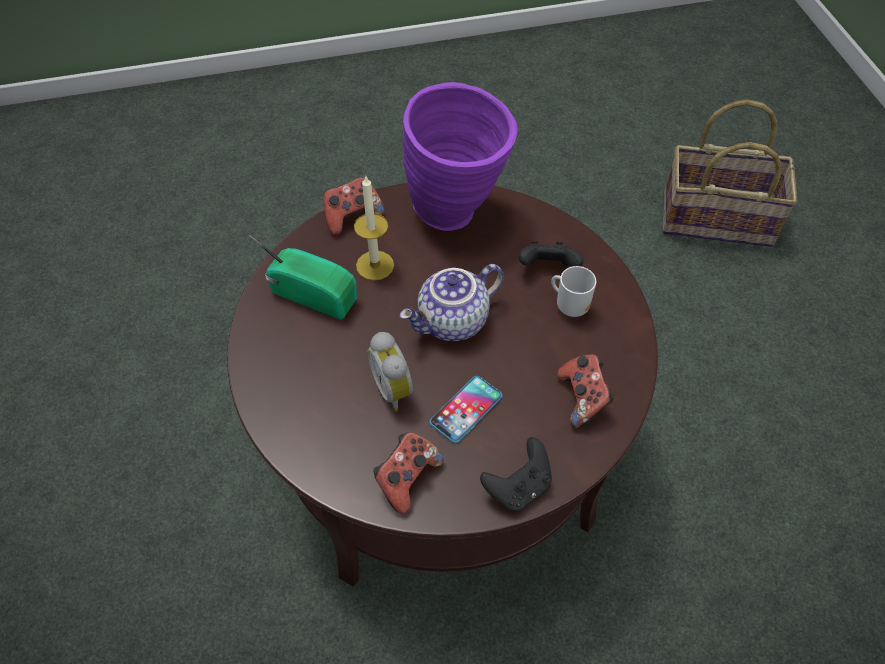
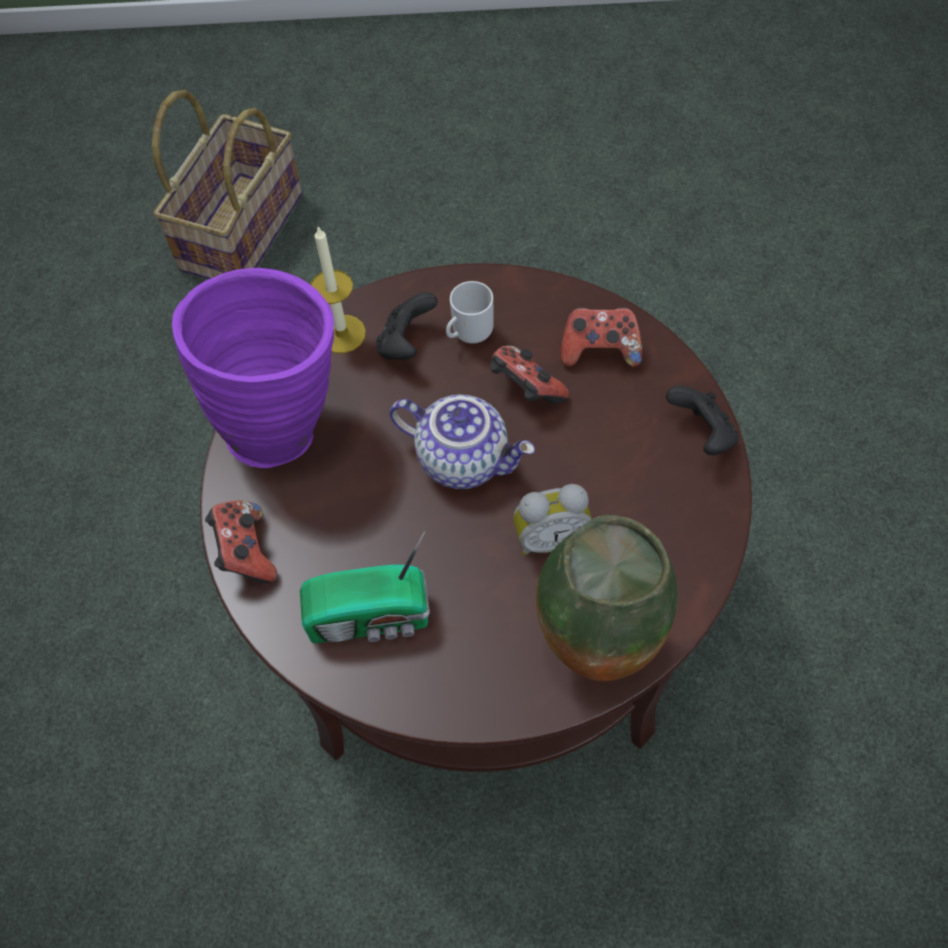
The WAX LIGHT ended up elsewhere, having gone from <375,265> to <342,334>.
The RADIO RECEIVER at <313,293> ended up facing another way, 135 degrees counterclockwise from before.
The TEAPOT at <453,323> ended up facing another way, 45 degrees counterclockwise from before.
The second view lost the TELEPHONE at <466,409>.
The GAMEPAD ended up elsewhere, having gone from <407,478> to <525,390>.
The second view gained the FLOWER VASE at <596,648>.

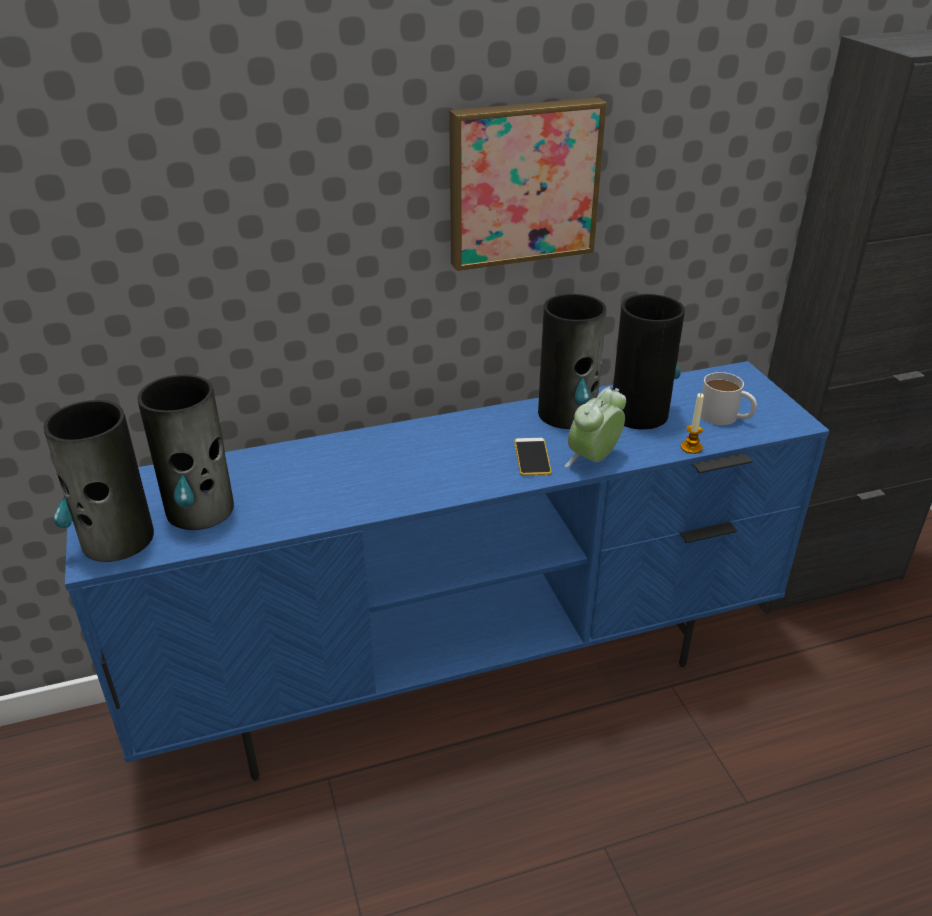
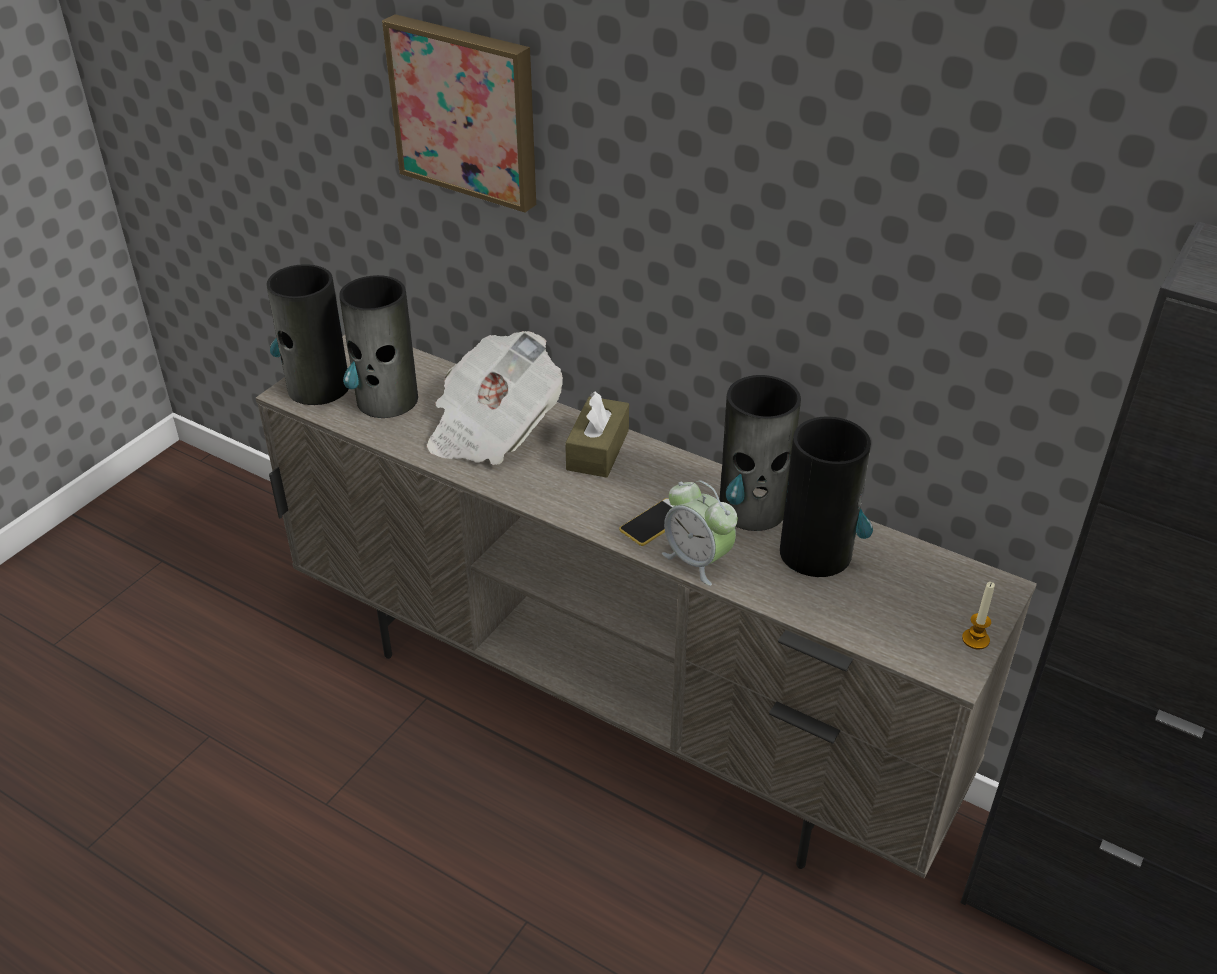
The WALL ART ended up elsewhere, having gone from <522,182> to <466,110>.
What was the BLUE-COLOURED TV UNIT at <467,674> turned into the BEIGE-COLOURED TV UNIT at <615,713>.
The second view lost the WHITE COFFEE MUG at <725,417>.
The ALARM CLOCK at <593,459> ended up facing another way, 135 degrees counterclockwise from before.
The WAX LIGHT ended up elsewhere, having gone from <691,447> to <975,639>.
The second view gained the PRINTED PAPER at <492,429>.
The second view gained the BROWNISH BOX OF TISSUES at <598,450>.

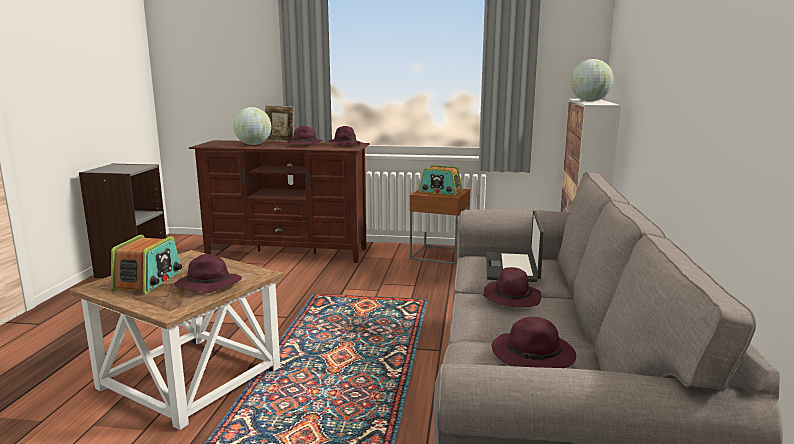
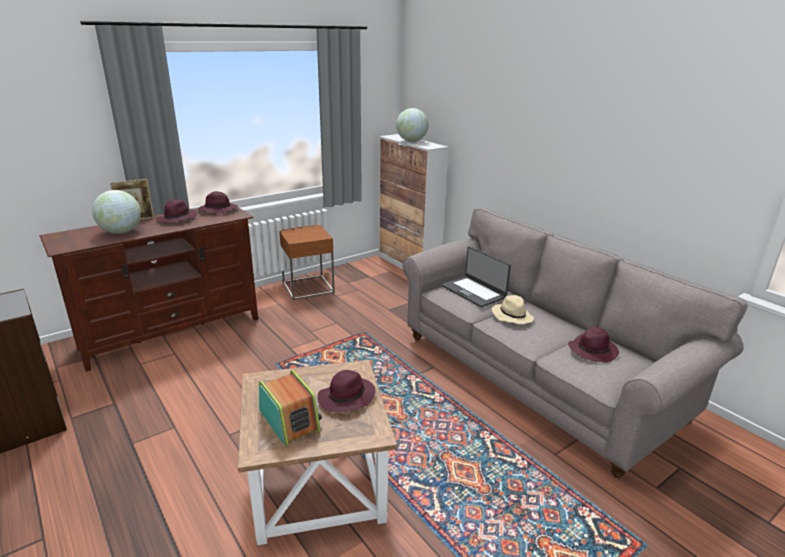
The second view lost the RADIO RECEIVER at <440,191>.
What was the PURPLISH WEARABLE HAT at <511,298> turned into the BEIGE-COLOURED WEARABLE HAT at <511,316>.

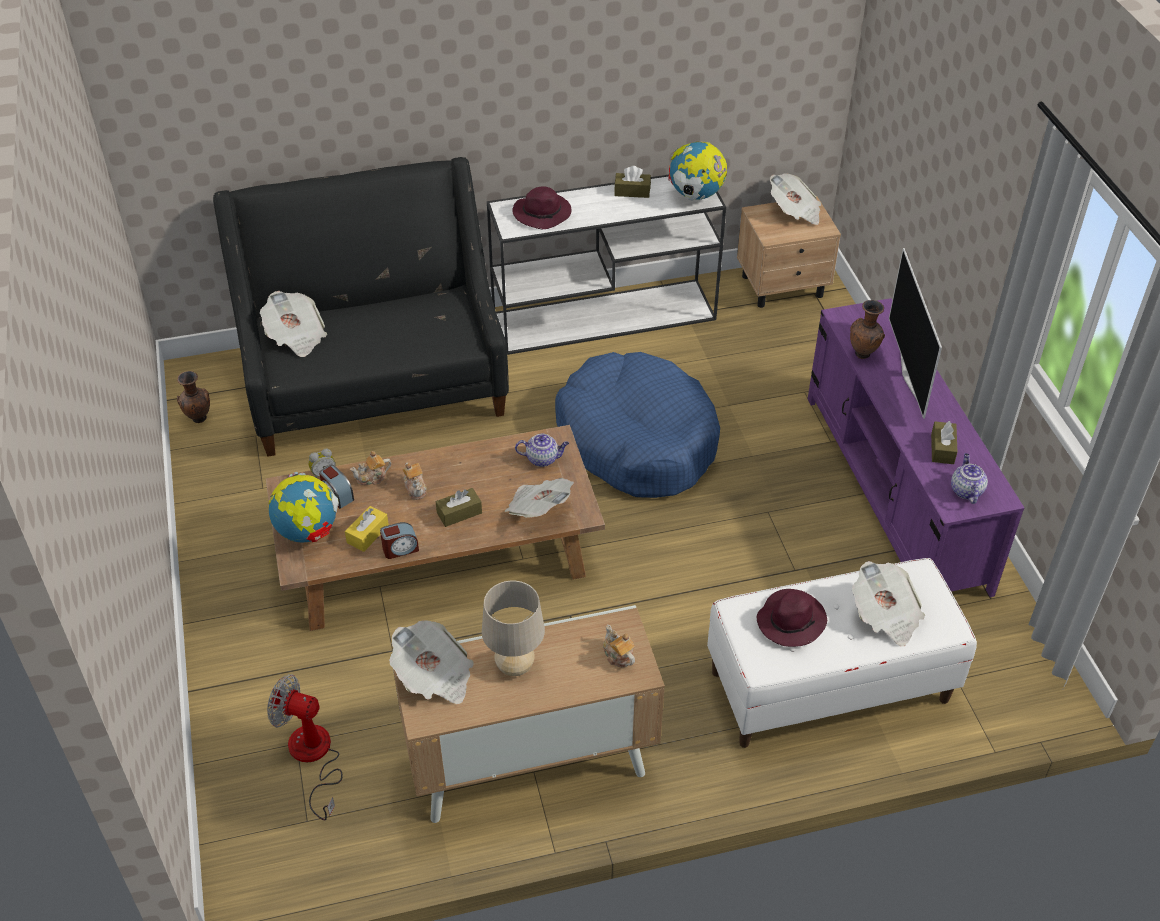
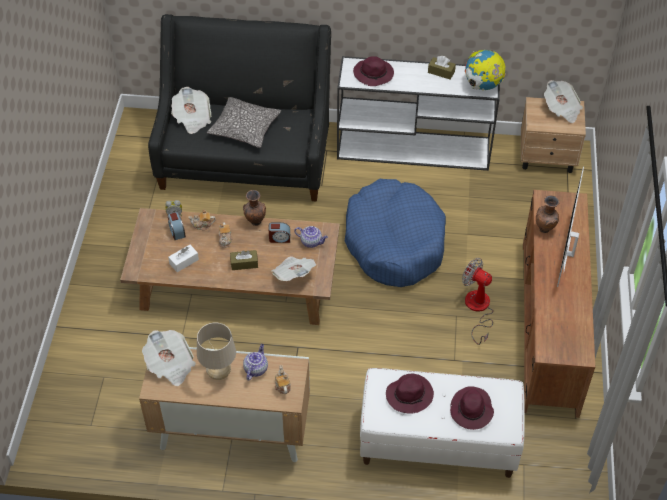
What was the PURPLISH TV UNIT at <895,492> turned into the BROWNISH TV UNIT at <549,327>.
The BROWNISH FLOWER VASE ended up elsewhere, having gone from <198,419> to <255,222>.
The second view lost the BROWNISH BOX OF TISSUES at <942,449>.
The TEAPOT ended up elsewhere, having gone from <965,490> to <256,369>.
The second view lost the WORLD GLOBE at <308,532>.
What was the YELLOW-COLOURED BOX OF TISSUES at <367,534> turned into the WHITE BOX OF TISSUES at <184,261>.
The ALARM CLOCK ended up elsewhere, having gone from <400,549> to <279,238>.
Where the PRINTED PAPER stood at <885,616>, the PURPLISH WEARABLE HAT came to stand at <471,410>.
The ELECTRIC FAN ended up elsewhere, having gone from <313,758> to <478,309>.
The second view gained the CUSHION at <245,128>.

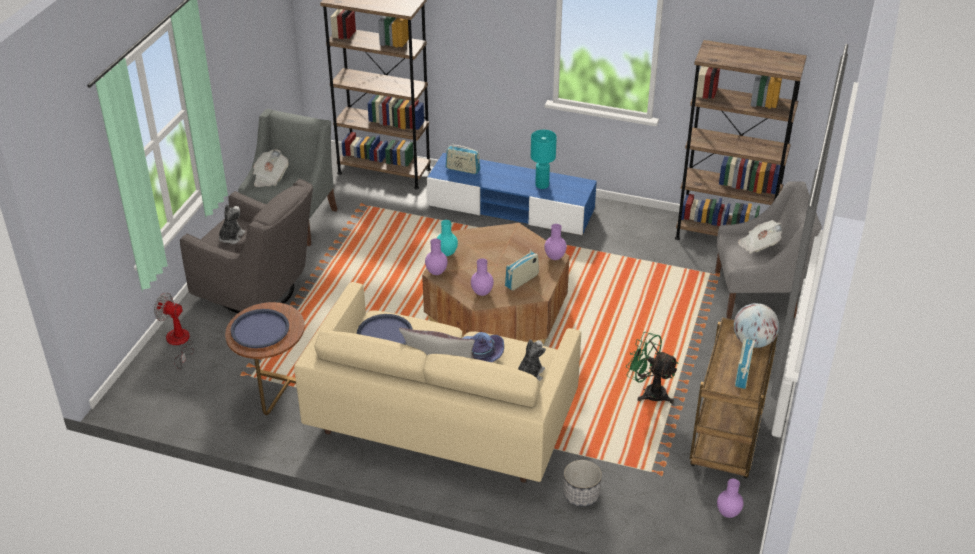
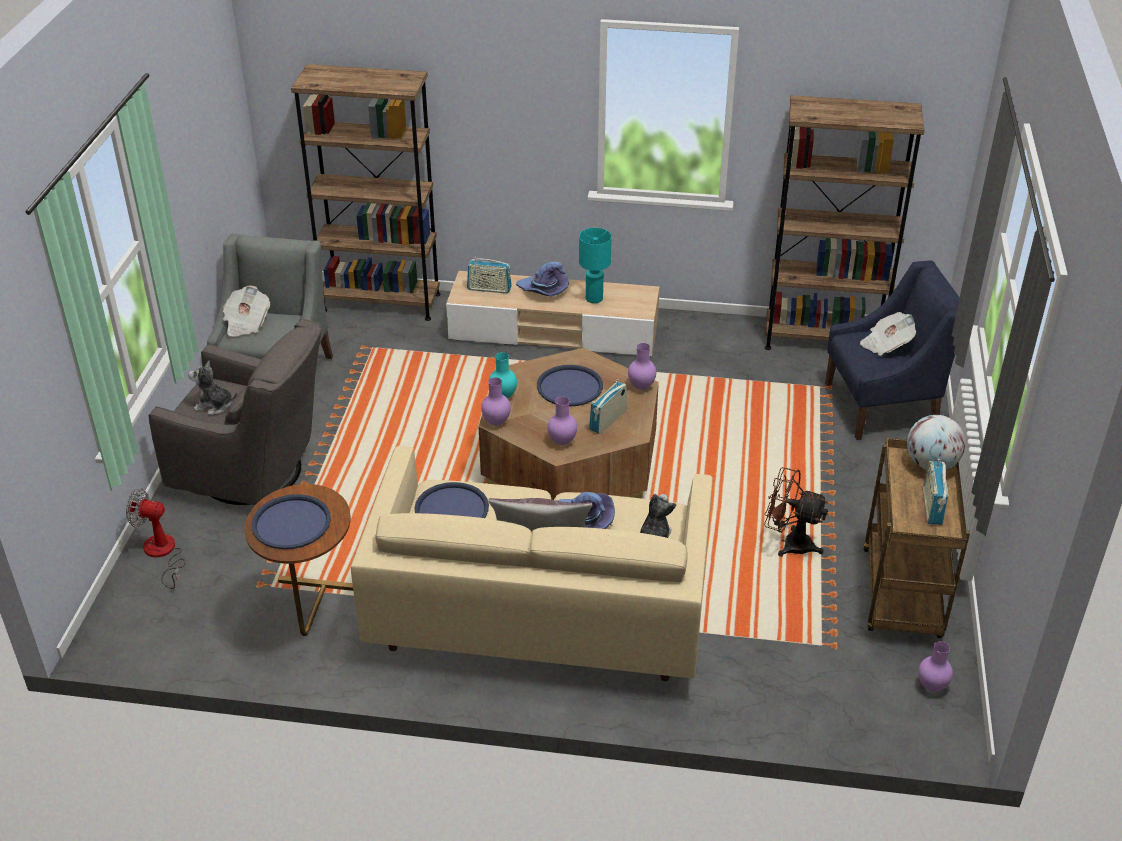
What was the BLUE-COLOURED TV UNIT at <511,208> turned into the BEIGE-COLOURED TV UNIT at <553,332>.
What was the GRAY LOUNGE CHAIR at <757,294> turned into the BLUE-COLOURED LOUNGE CHAIR at <883,406>.
The PLUSH TOY at <231,237> ended up facing another way, 90 degrees counterclockwise from before.
What was the GREEN-COLOURED ELECTRIC FAN at <649,392> turned into the BROWNISH ELECTRIC FAN at <789,543>.
The second view lost the FLOWER POT at <581,495>.
The second view gained the PURPLISH WEARABLE HAT at <544,290>.
The second view gained the BLUE-COLOURED TRAY at <569,387>.

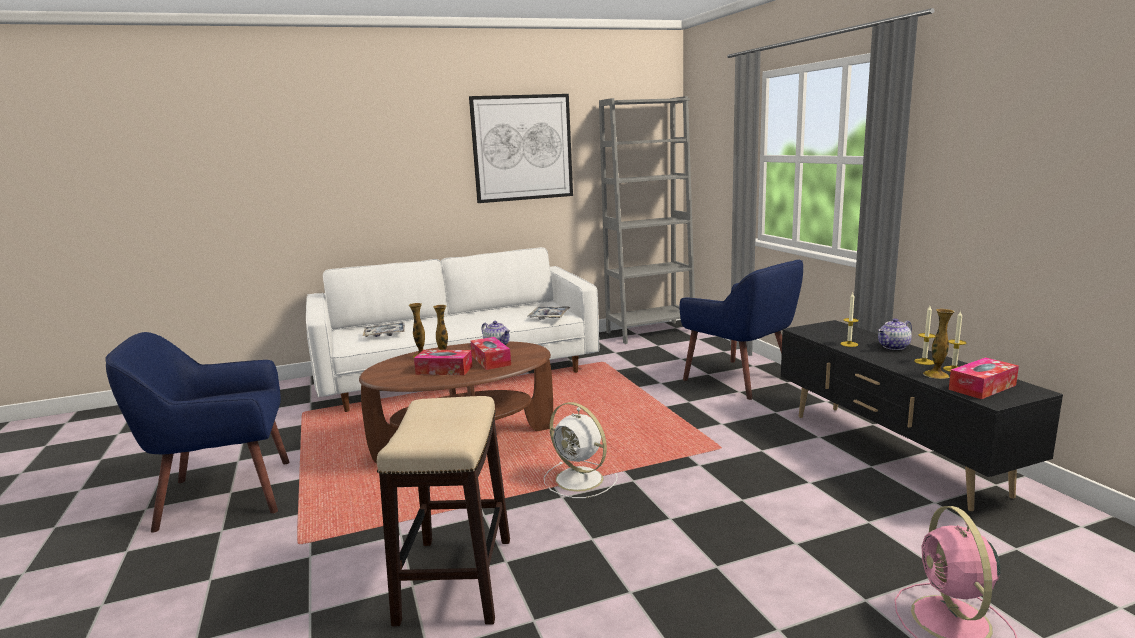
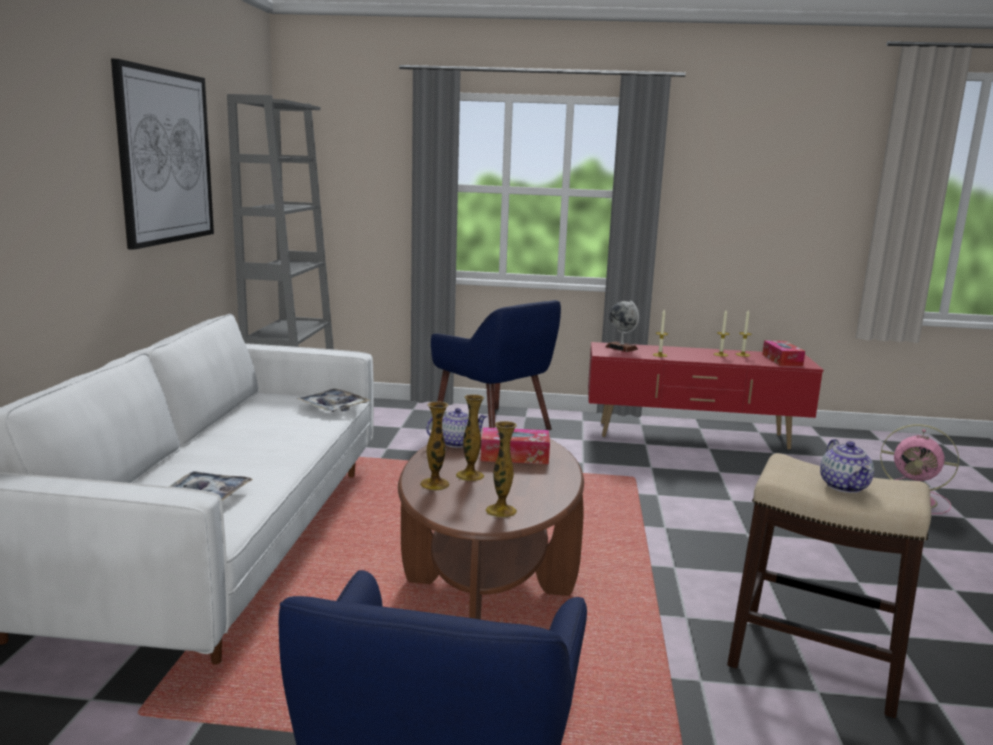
The BLUE-COLOURED LOUNGE CHAIR at <740,379> ended up facing another way, 60 degrees clockwise from before.
The FLOWER VASE ended up elsewhere, having gone from <936,375> to <501,511>.
The TEAPOT ended up elsewhere, having gone from <893,347> to <845,486>.
What was the BLACK-COLOURED TV UNIT at <891,453> turned into the RED-COLOURED TV UNIT at <693,436>.
The second view lost the BOX OF TISSUES at <444,370>.
The second view lost the WHITE ELECTRIC FAN at <581,480>.
The second view gained the WORLD GLOBE at <621,348>.

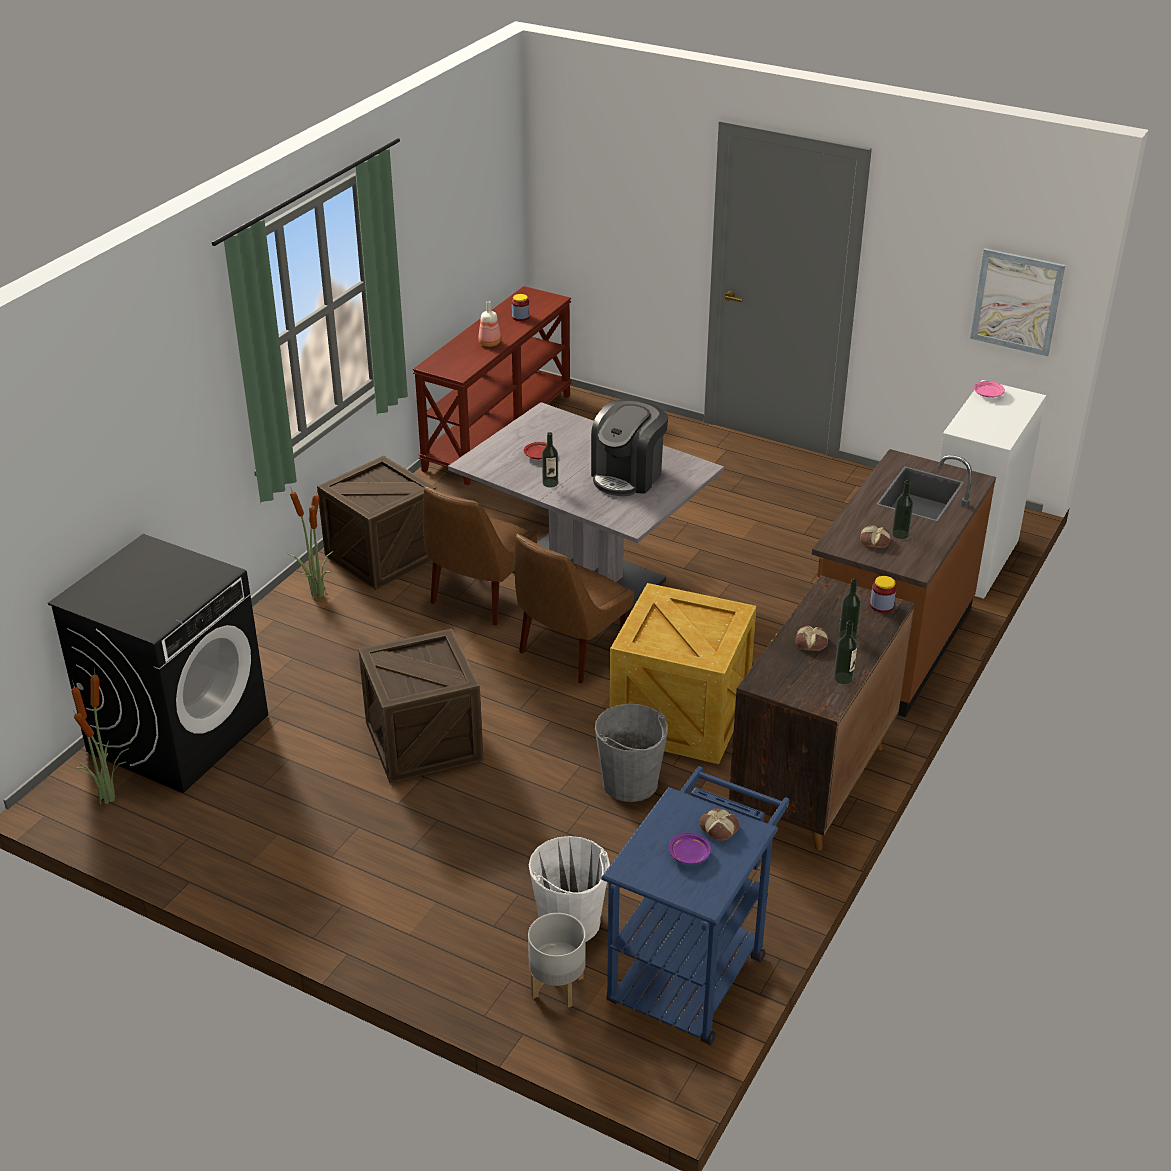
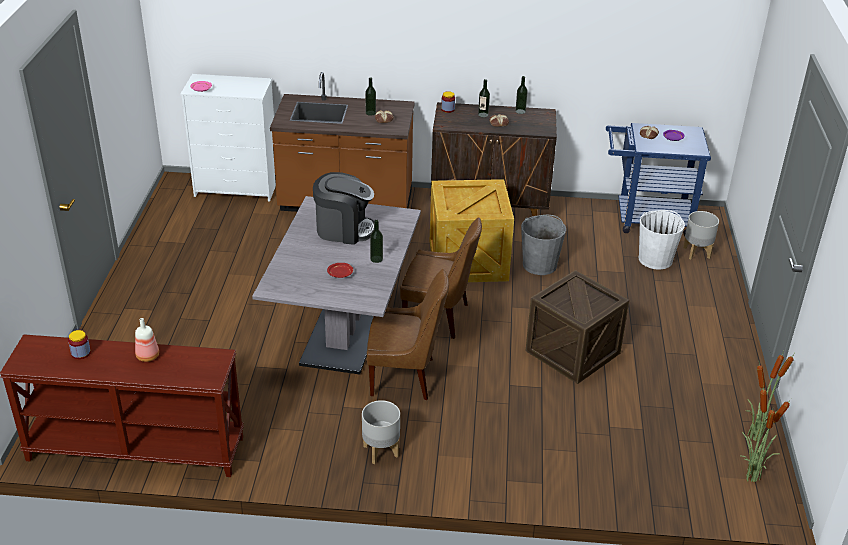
The second view lost the WALL ART at <1017,302>.
Where the PACKING CRATE stood at <382,555>, the GRAY FLOWER POT came to stand at <380,451>.
The HOUSEPLANT ended up elsewhere, having gone from <316,595> to <756,438>.
The second view lost the BLACK-COLOURED LAUNDRY MACHINE at <178,732>.

